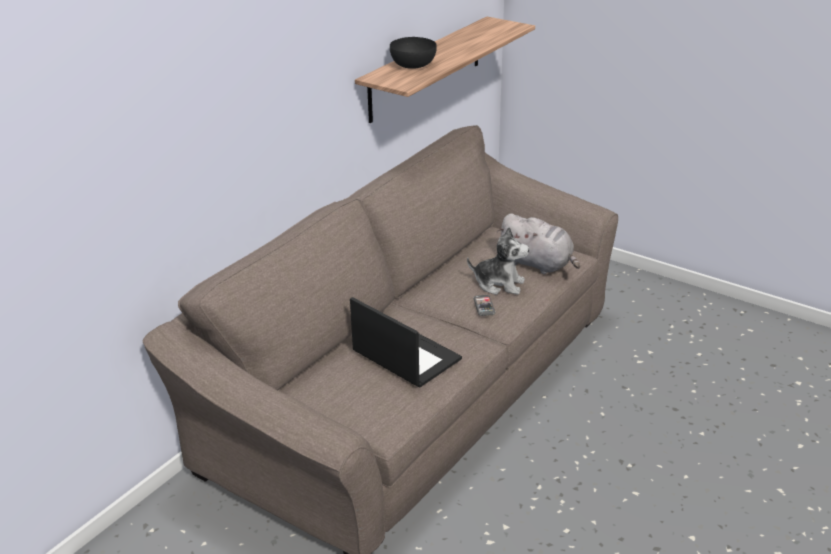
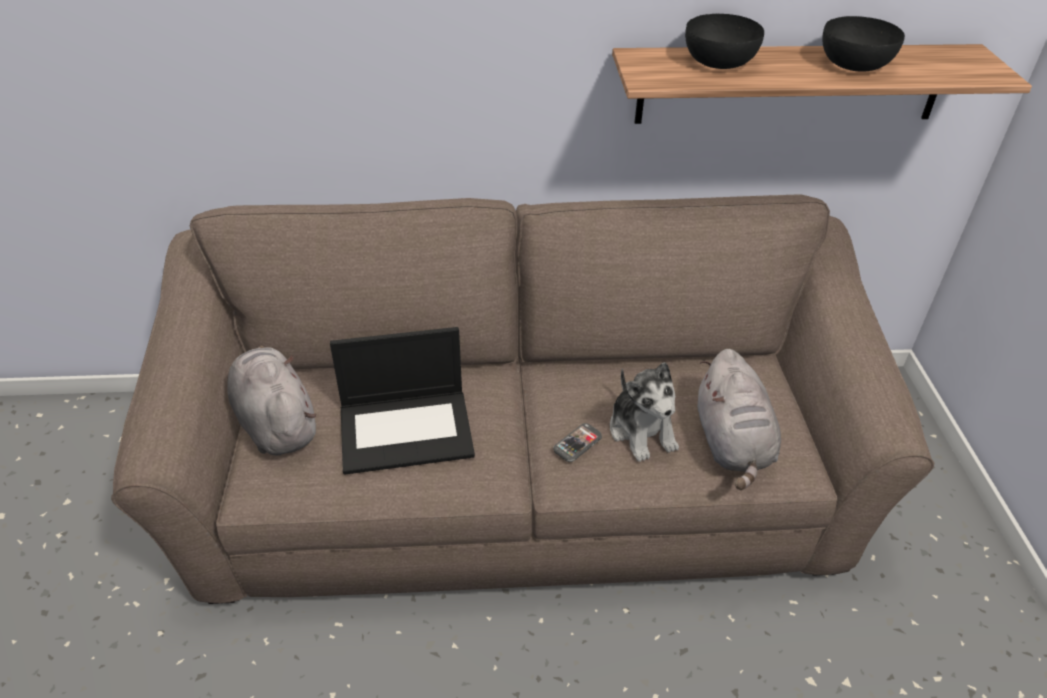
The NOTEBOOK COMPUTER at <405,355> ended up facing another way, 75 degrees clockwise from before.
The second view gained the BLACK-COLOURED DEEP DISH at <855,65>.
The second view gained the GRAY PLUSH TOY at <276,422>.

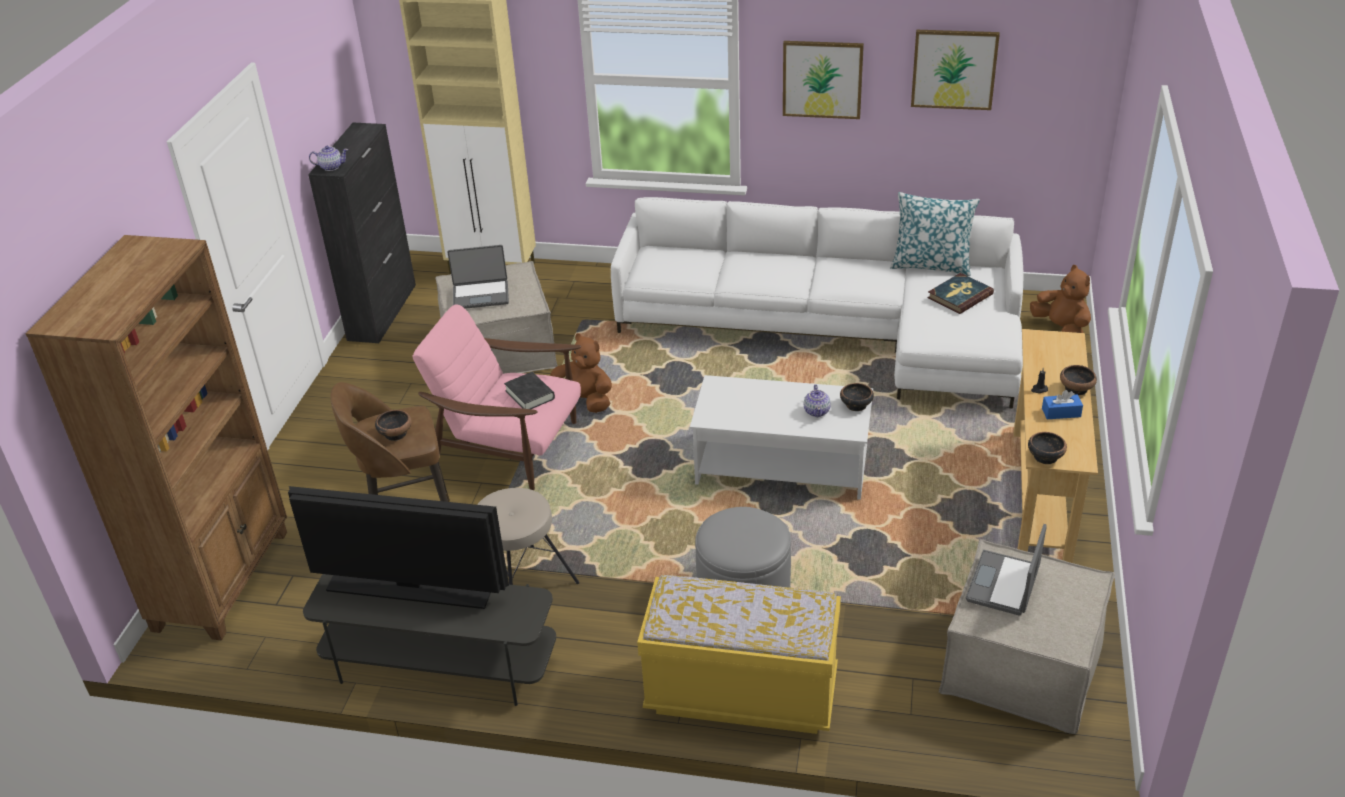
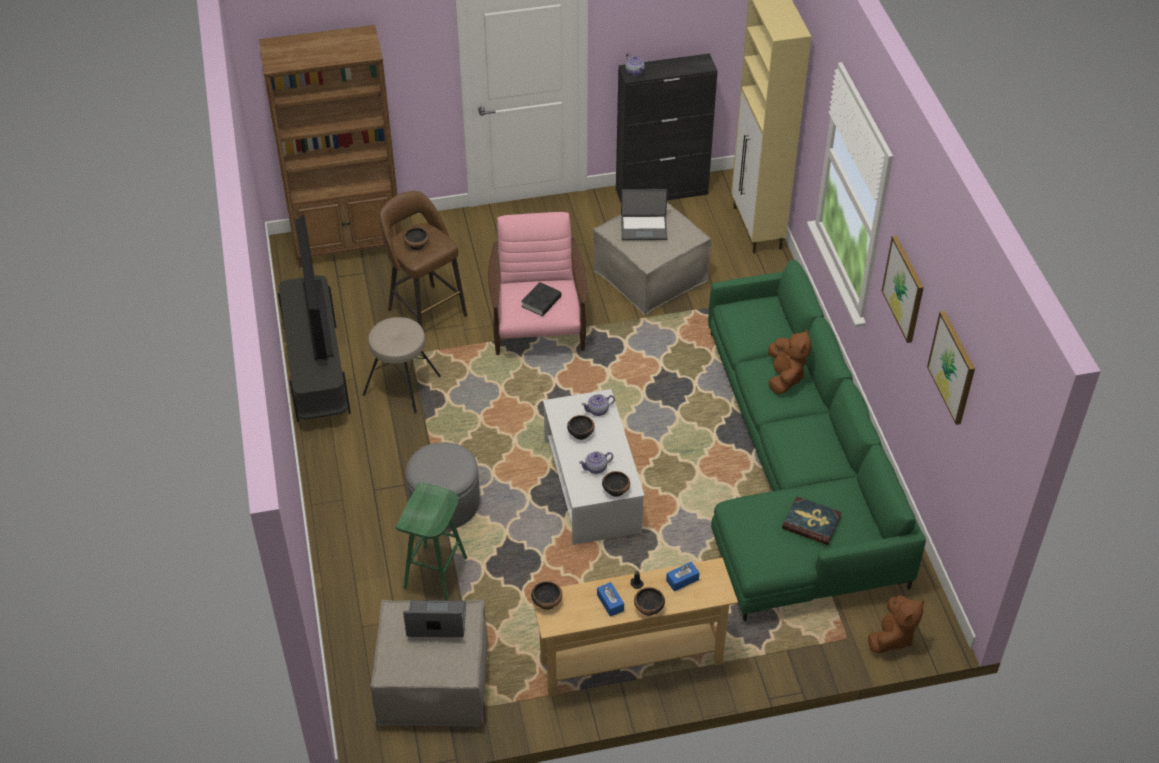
The second view lost the CUSHION at <931,265>.
What was the WHITE COUCH at <835,330> turned into the GREEN-COLOURED COUCH at <795,472>.
The NOTEBOOK COMPUTER at <481,295> ended up facing another way, 60 degrees counterclockwise from before.
The BROWNISH PLUSH TOY ended up elsewhere, having gone from <584,400> to <784,377>.
The second view lost the YELLOW-COLOURED LONG SEAT at <741,693>.
The second view gained the TEAPOT at <598,410>.
The second view gained the DEEP DISH at <580,433>.
The second view gained the GREEN-COLOURED STOOL at <436,574>.
The second view gained the BLUE-COLOURED BOX OF TISSUES at <682,580>.

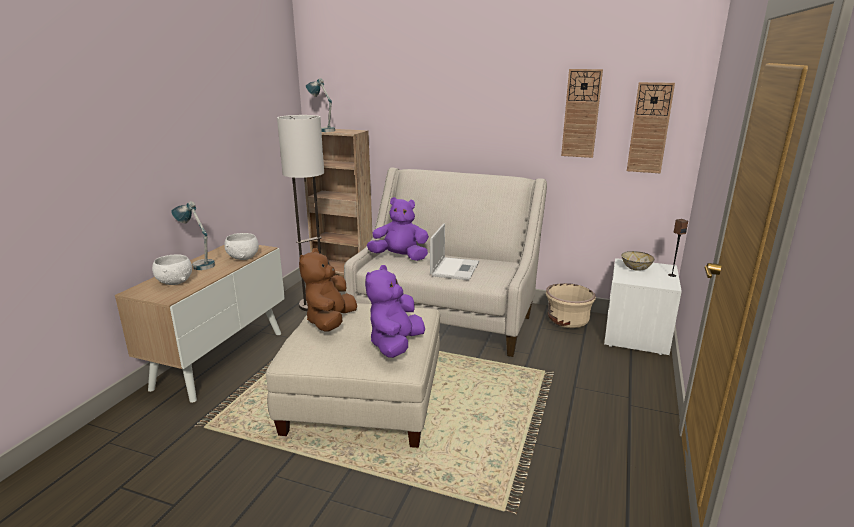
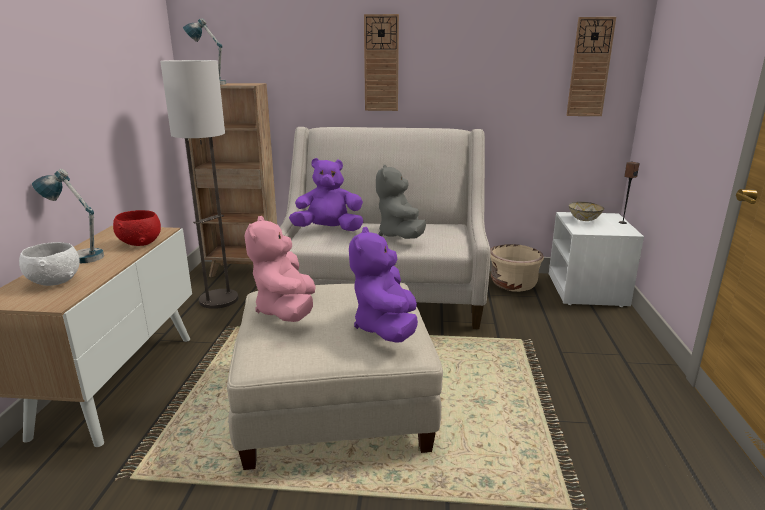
The WALL CLOCK ended up elsewhere, having gone from <581,114> to <381,63>.
Where the NOTEBOOK COMPUTER stood at <455,268>, the GRAY PLUSH TOY came to stand at <400,236>.
What was the WHITE DEEP DISH at <244,257> turned into the RED-COLOURED DEEP DISH at <141,243>.
What was the BROWNISH PLUSH TOY at <330,322> turned into the PINKISH PLUSH TOY at <286,311>.

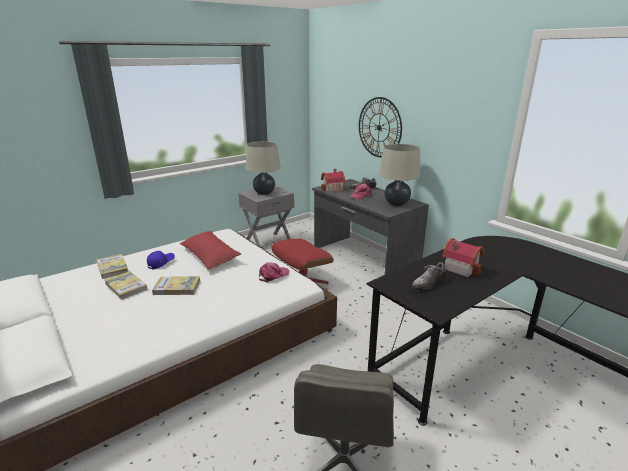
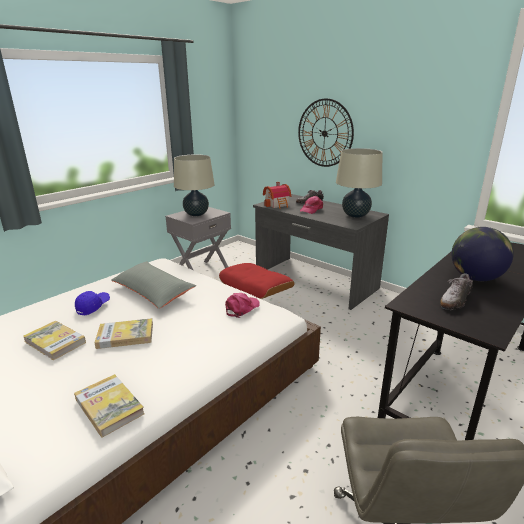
What was the RED-COLOURED CUSHION at <210,256> turned into the GRAY CUSHION at <153,292>.
Where the MINIATURE HOUSE stood at <460,267>, the WORLD GLOBE came to stand at <475,278>.
The BOUND BOOK ended up elsewhere, having gone from <112,268> to <109,406>.

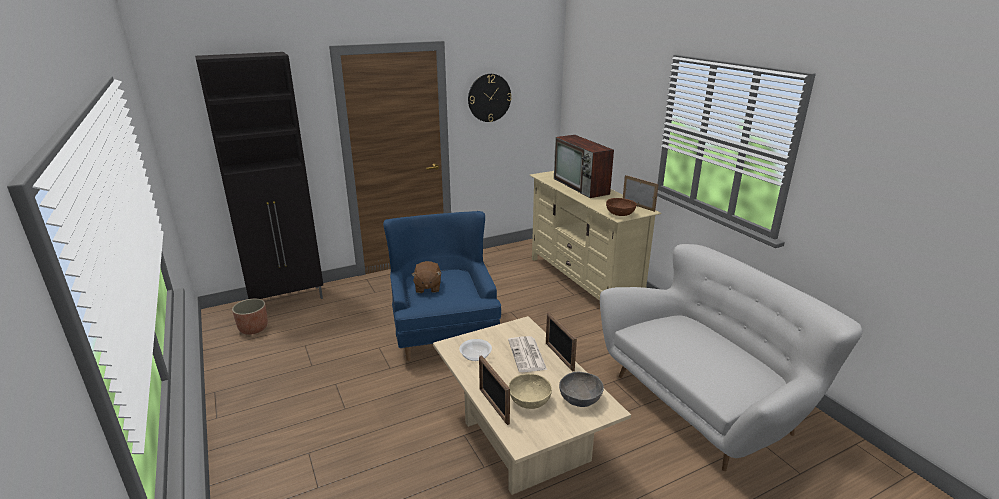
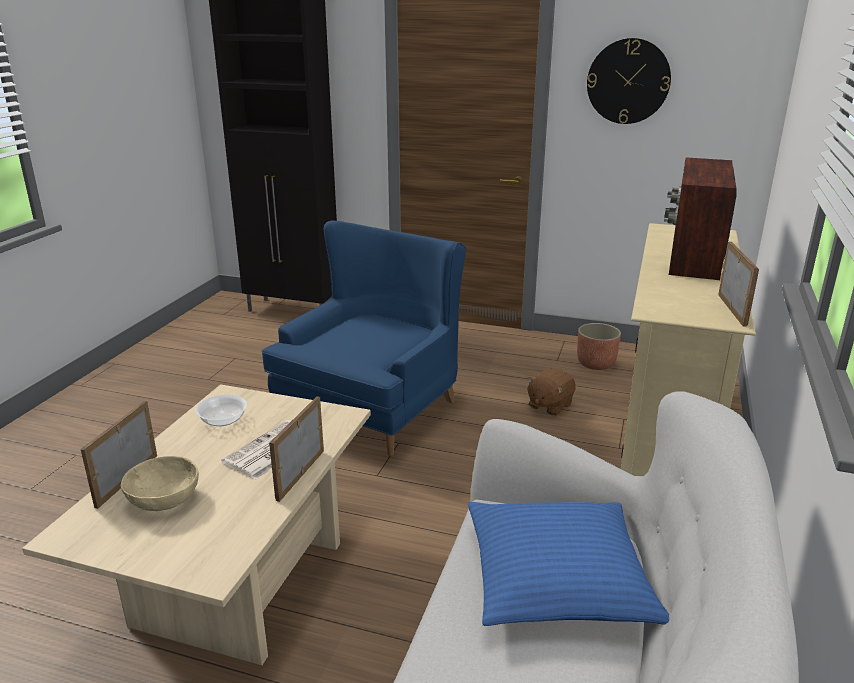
The second view lost the BROWNISH DEEP DISH at <620,214>.
The BROWNISH PLUSH TOY ended up elsewhere, having gone from <427,287> to <549,405>.
The FLOWER POT ended up elsewhere, having gone from <253,329> to <596,364>.
The second view lost the GRAY DEEP DISH at <580,399>.
The second view gained the BLUE-COLOURED CUSHION at <557,578>.

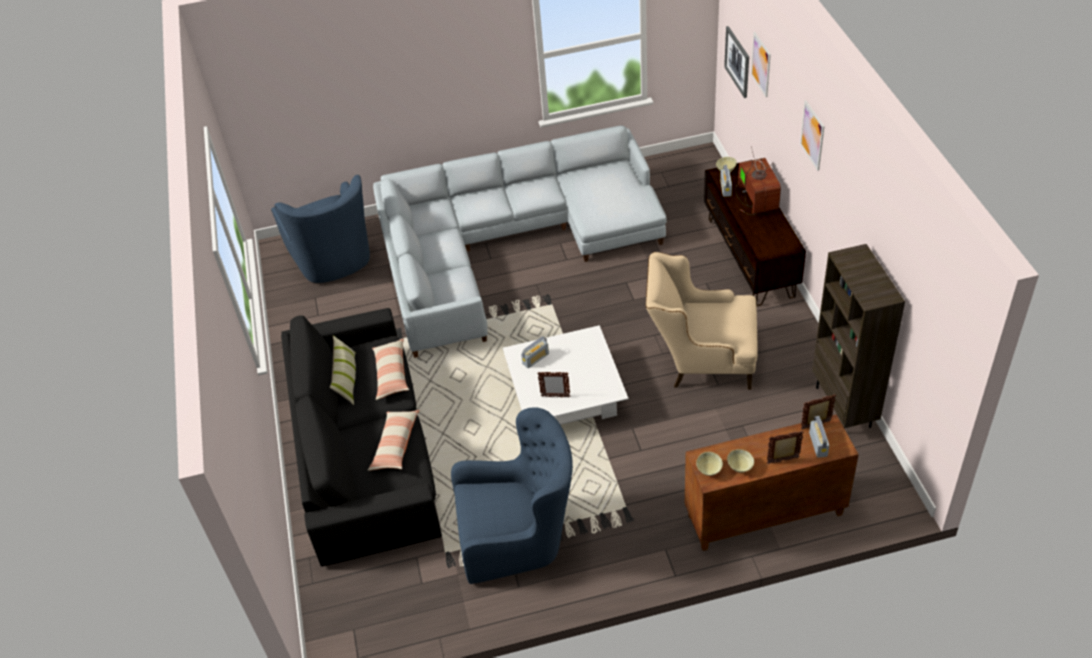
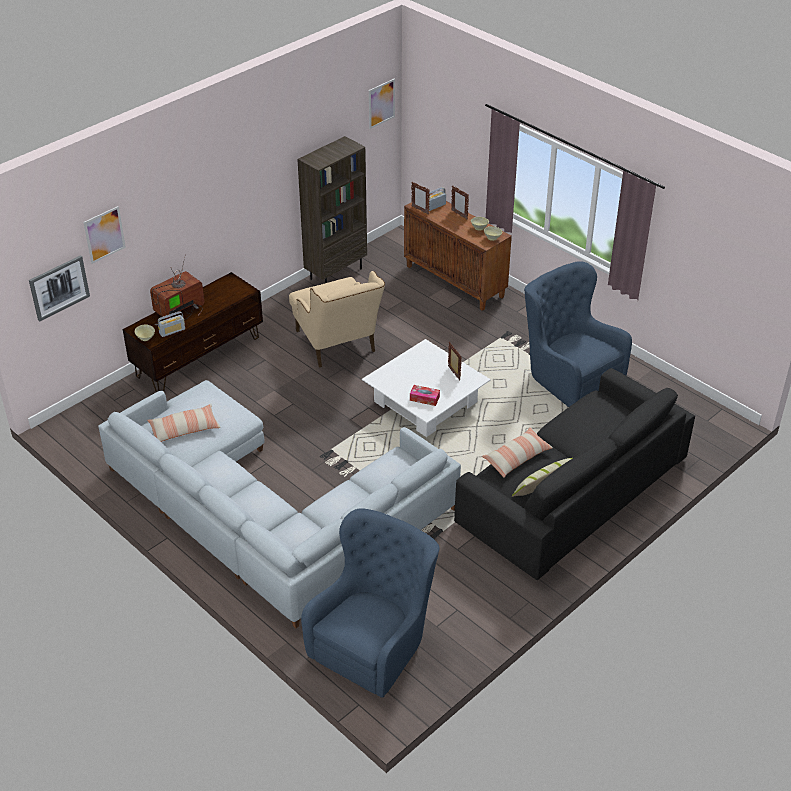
The WALL ART ended up elsewhere, having gone from <812,135> to <381,103>.
Where the RADIO RECEIVER stood at <535,359>, the BOX OF TISSUES came to stand at <424,398>.
The CUSHION ended up elsewhere, having gone from <395,445> to <184,429>.

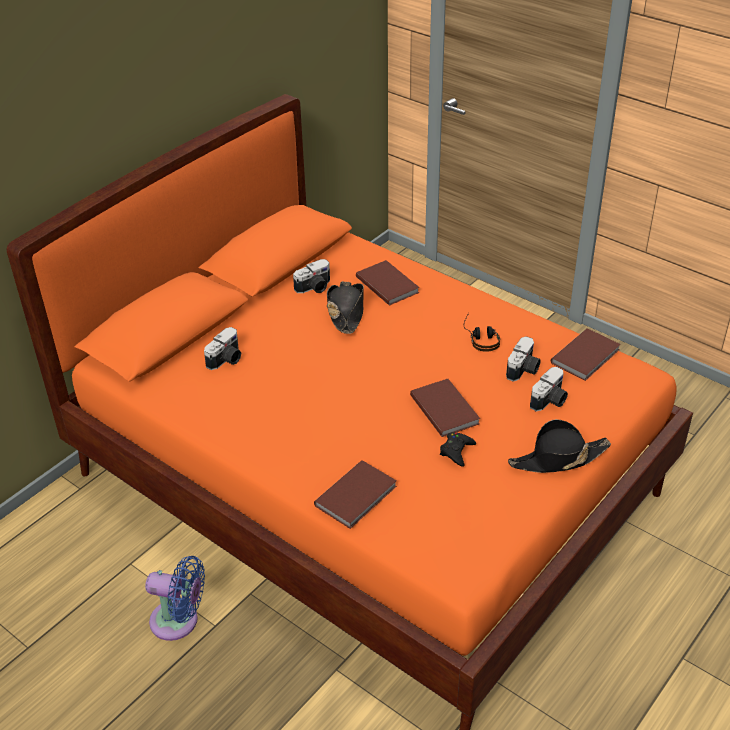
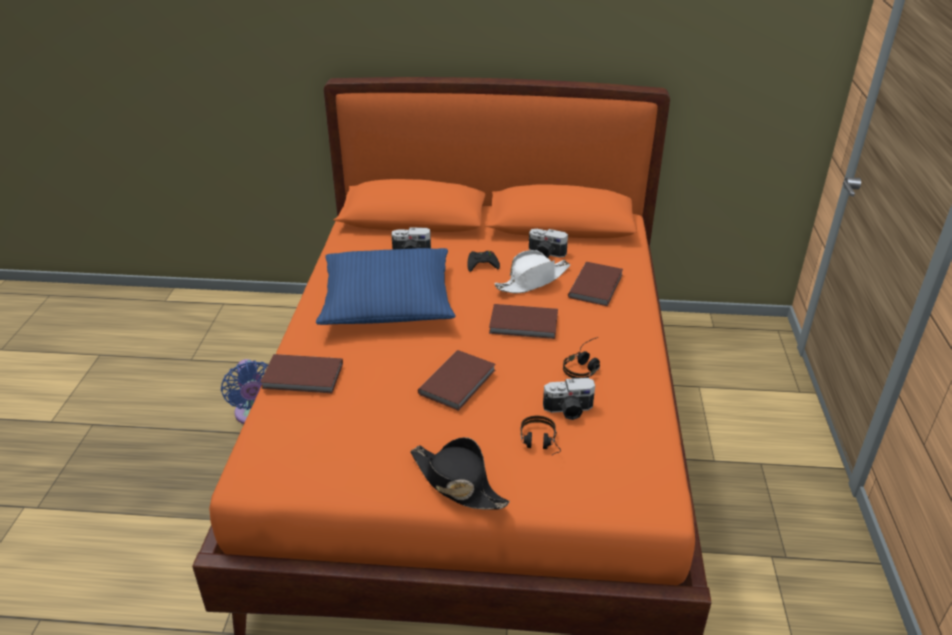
What was the BLACK-COLOURED WEARABLE HAT at <346,312> turned into the WHITE WEARABLE HAT at <533,280>.
The BROWNISH BOUND BOOK ended up elsewhere, having gone from <587,356> to <524,324>.
Where the PHOTO CAMERA stood at <550,401>, the HEADSET came to stand at <540,445>.
The BLACK-COLOURED GAMEPAD ended up elsewhere, having gone from <456,451> to <482,264>.
The second view gained the BLUE-COLOURED CUSHION at <387,301>.

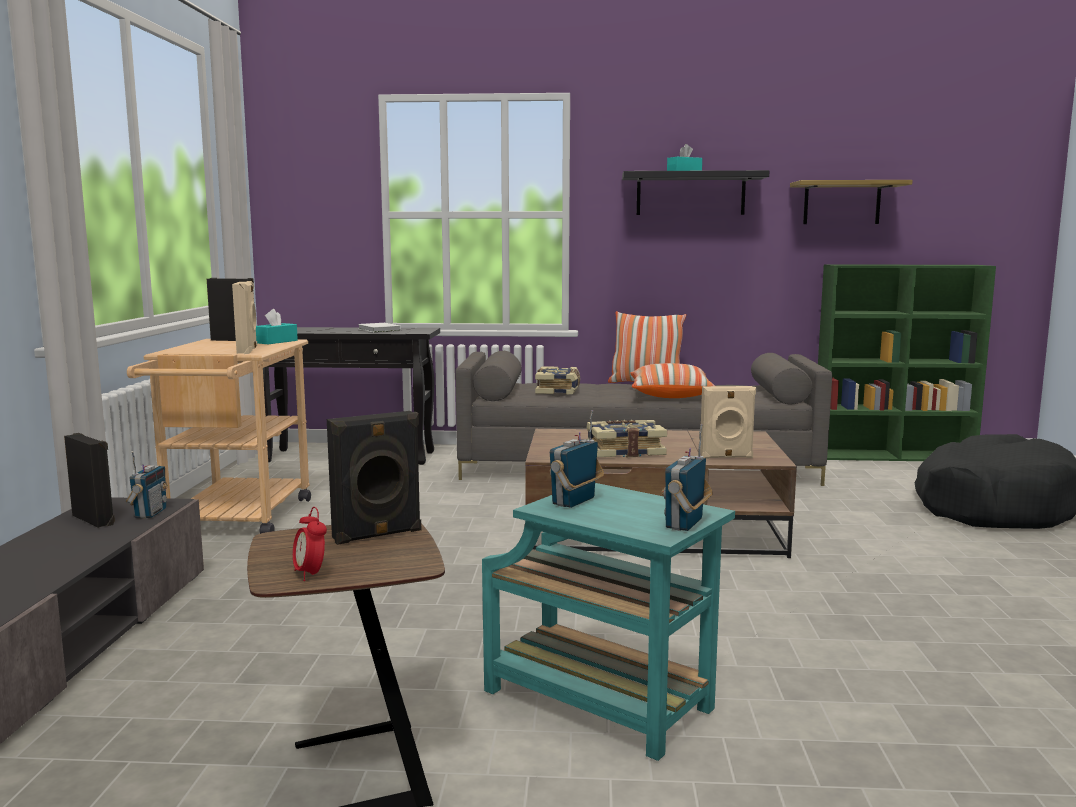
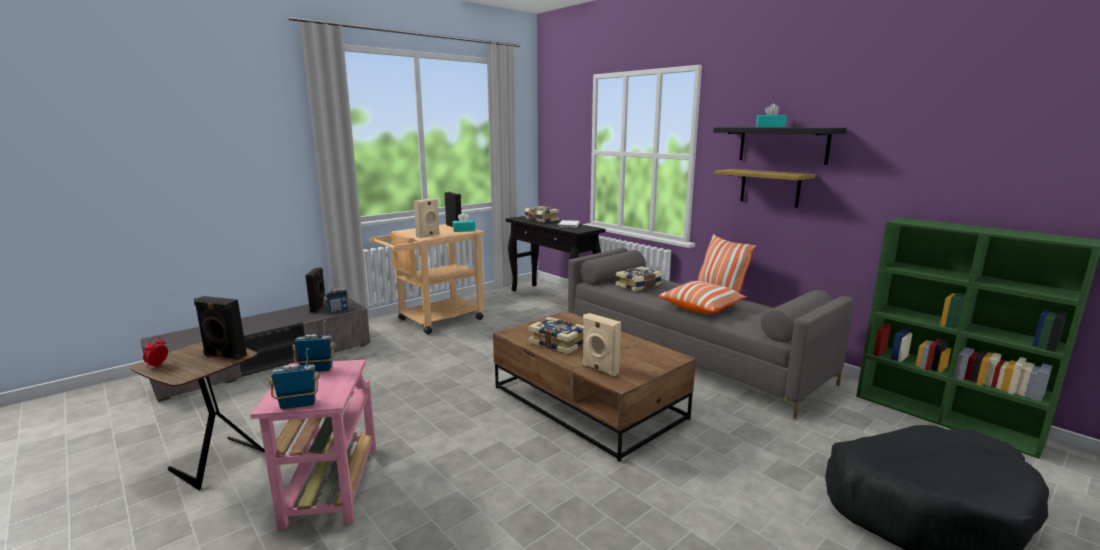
The SHELF ended up elsewhere, having gone from <841,203> to <770,187>.
What was the BLUE-GREEN SIDE TABLE at <602,703> turned into the PINKISH SIDE TABLE at <331,487>.
The second view gained the BOUND BOOK at <541,220>.

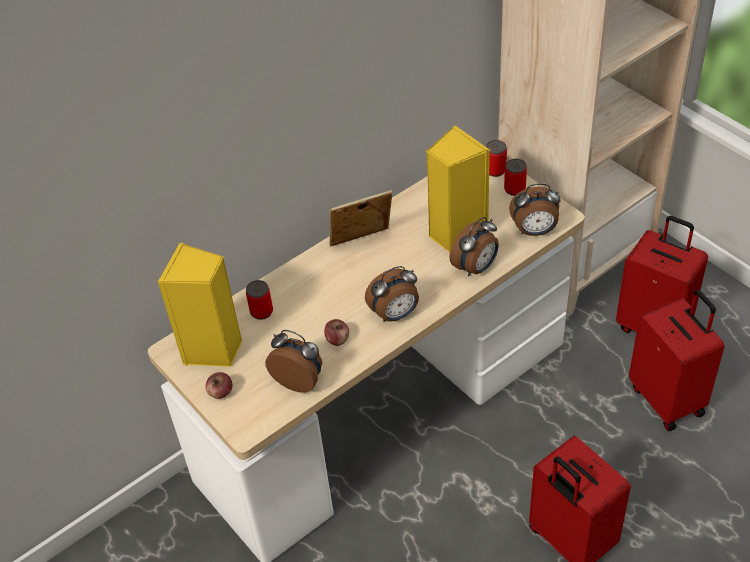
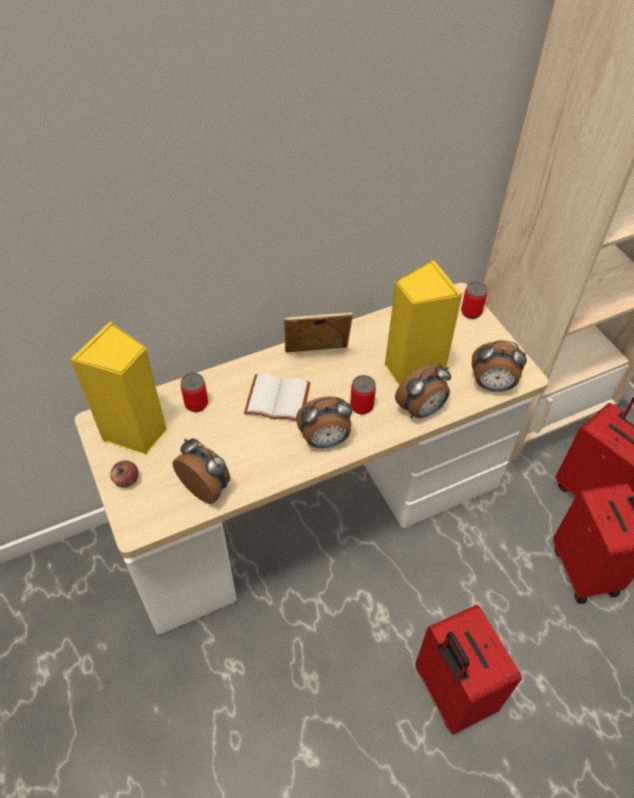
The SEALED CAN ended up elsewhere, having gone from <514,189> to <361,406>.
The second view lost the APPLE at <337,339>.
The second view gained the WHITE BOUND BOOK at <279,398>.

